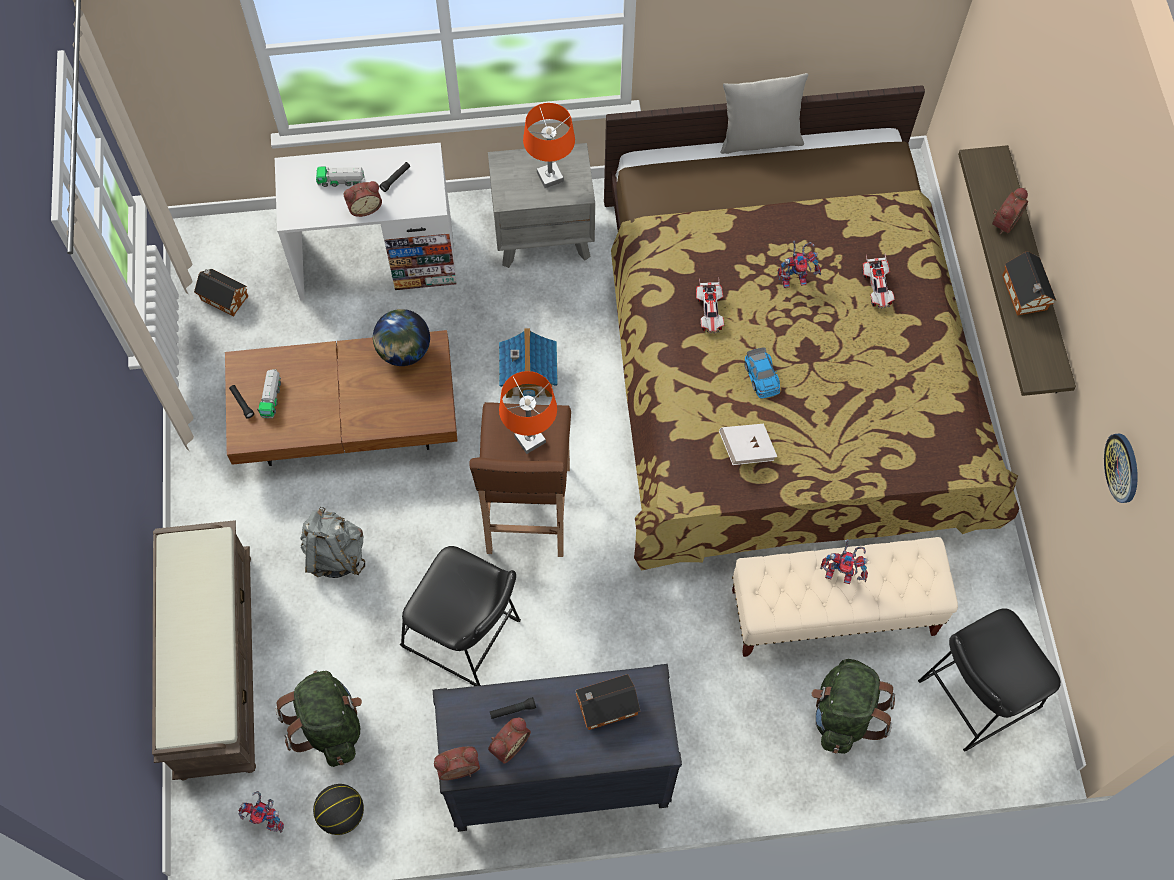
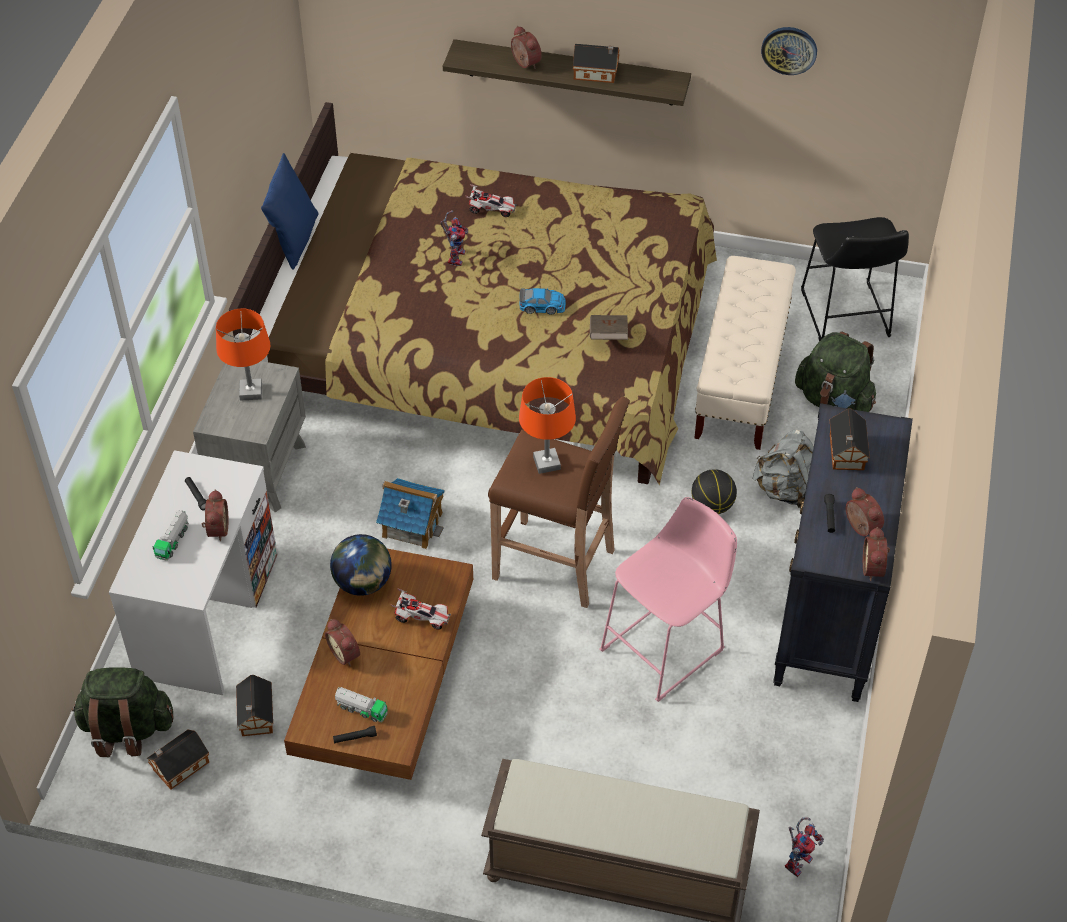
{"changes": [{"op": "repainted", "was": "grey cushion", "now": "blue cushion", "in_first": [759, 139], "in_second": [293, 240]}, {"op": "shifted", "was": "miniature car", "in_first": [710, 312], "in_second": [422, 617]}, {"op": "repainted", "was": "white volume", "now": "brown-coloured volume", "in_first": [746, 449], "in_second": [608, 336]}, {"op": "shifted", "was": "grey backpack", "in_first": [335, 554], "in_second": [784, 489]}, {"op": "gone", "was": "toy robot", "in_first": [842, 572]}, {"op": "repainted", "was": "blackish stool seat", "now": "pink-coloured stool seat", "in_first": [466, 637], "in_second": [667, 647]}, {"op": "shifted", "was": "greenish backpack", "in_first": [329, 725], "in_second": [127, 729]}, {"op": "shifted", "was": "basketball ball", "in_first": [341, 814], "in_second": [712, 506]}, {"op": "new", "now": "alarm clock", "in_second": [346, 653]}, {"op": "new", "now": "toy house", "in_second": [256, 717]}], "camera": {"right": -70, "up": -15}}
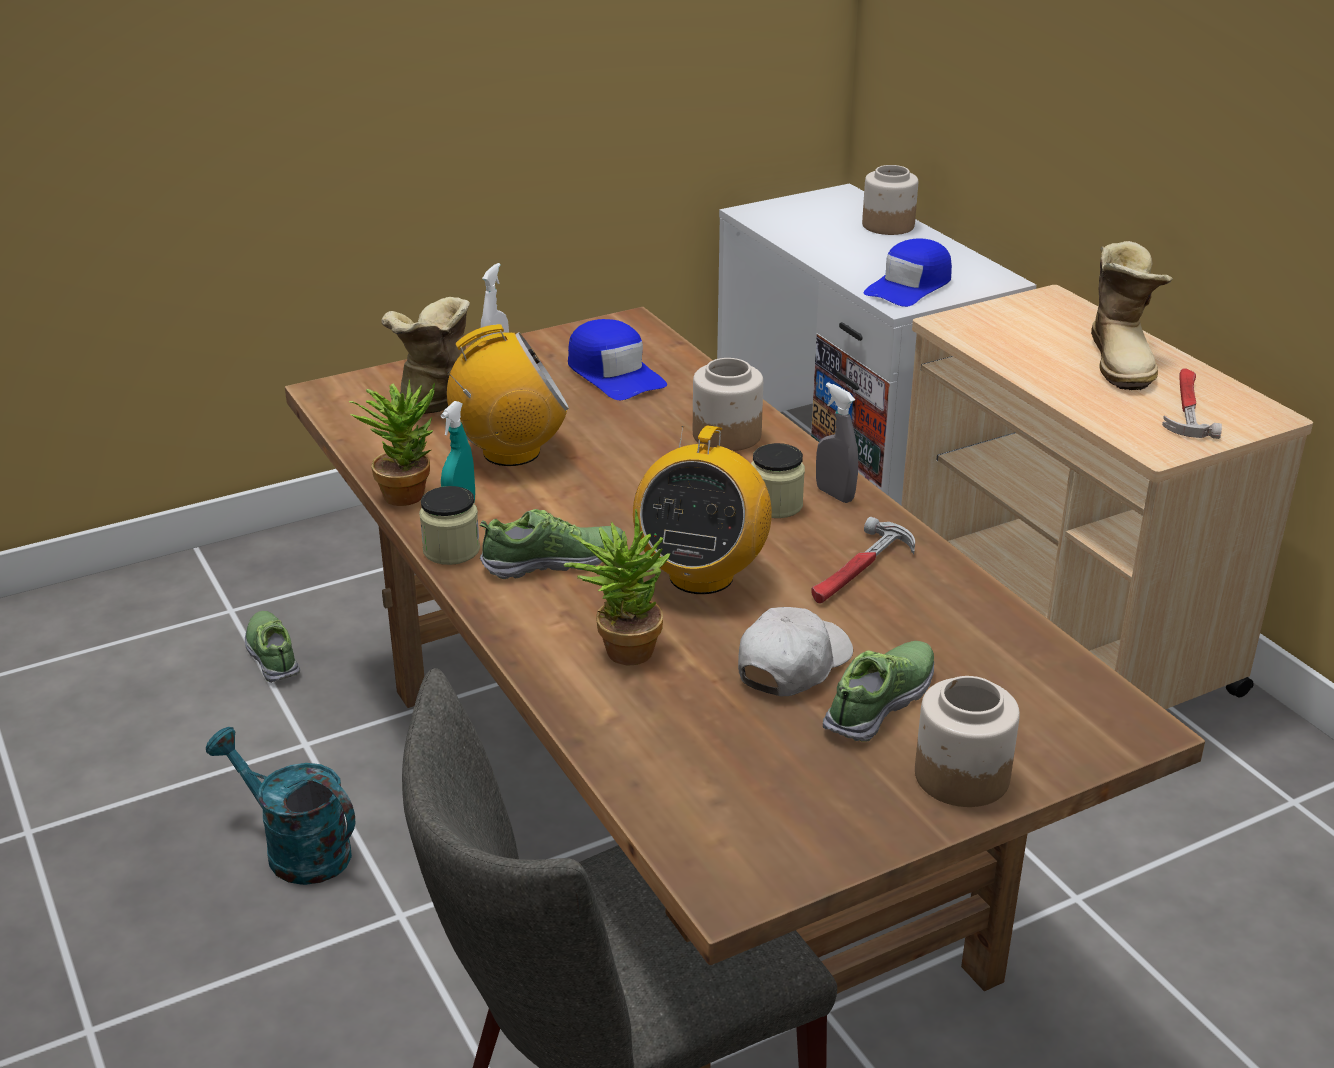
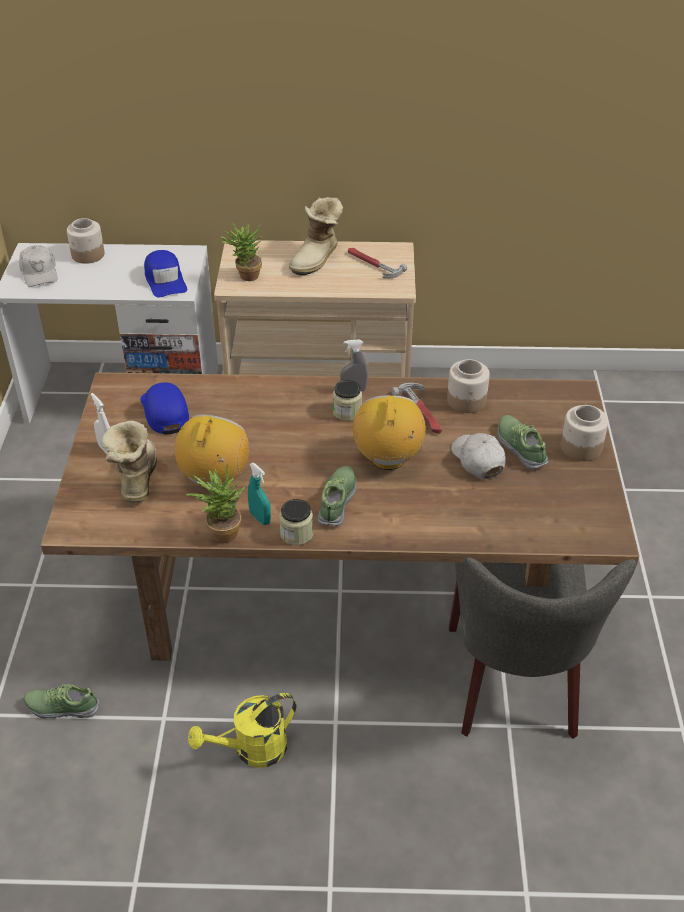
{"changes": [{"op": "rotated", "was": "boot", "in_first": [1123, 361], "in_second": [317, 259], "clockwise": 90}, {"op": "rotated", "was": "blue peaked cap", "in_first": [614, 373], "in_second": [165, 412], "clockwise": -105}, {"op": "shifted", "was": "preserve jar", "in_first": [726, 435], "in_second": [467, 401]}, {"op": "rotated", "was": "radio", "in_first": [701, 575], "in_second": [388, 459], "clockwise": -135}, {"op": "shifted", "was": "plant in a pot", "in_first": [621, 648], "in_second": [245, 277]}, {"op": "repainted", "was": "blue-green watering can", "now": "yellow watering can", "in_first": [296, 849], "in_second": [252, 751]}, {"op": "new", "now": "white peaked cap", "in_second": [39, 273]}], "camera": {"right": -60, "up": 10}}
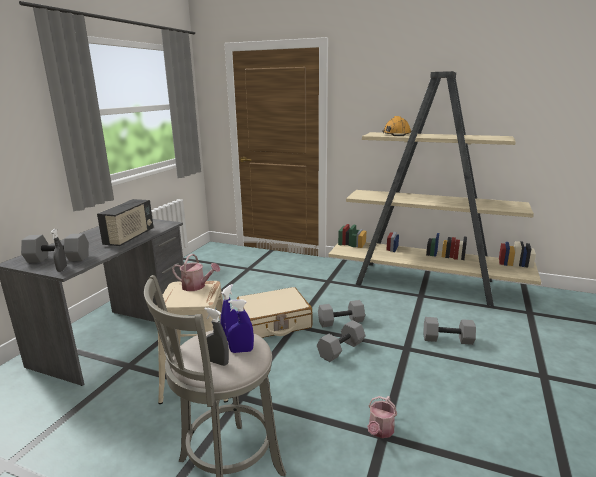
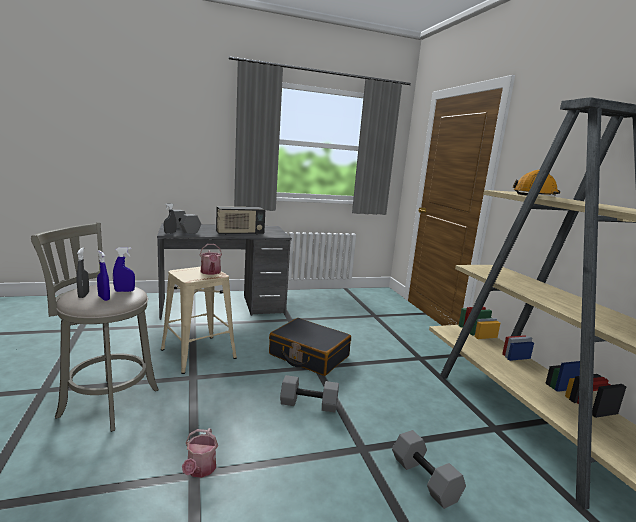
{"changes": [{"op": "repainted", "was": "beige-coloured piece of luggage", "now": "blackish piece of luggage", "in_first": [274, 322], "in_second": [308, 355]}, {"op": "gone", "was": "grey free weight", "in_first": [341, 321]}, {"op": "rotated", "was": "watering can", "in_first": [380, 431], "in_second": [200, 470], "clockwise": -75}], "camera": {"right": 50, "up": -5}}
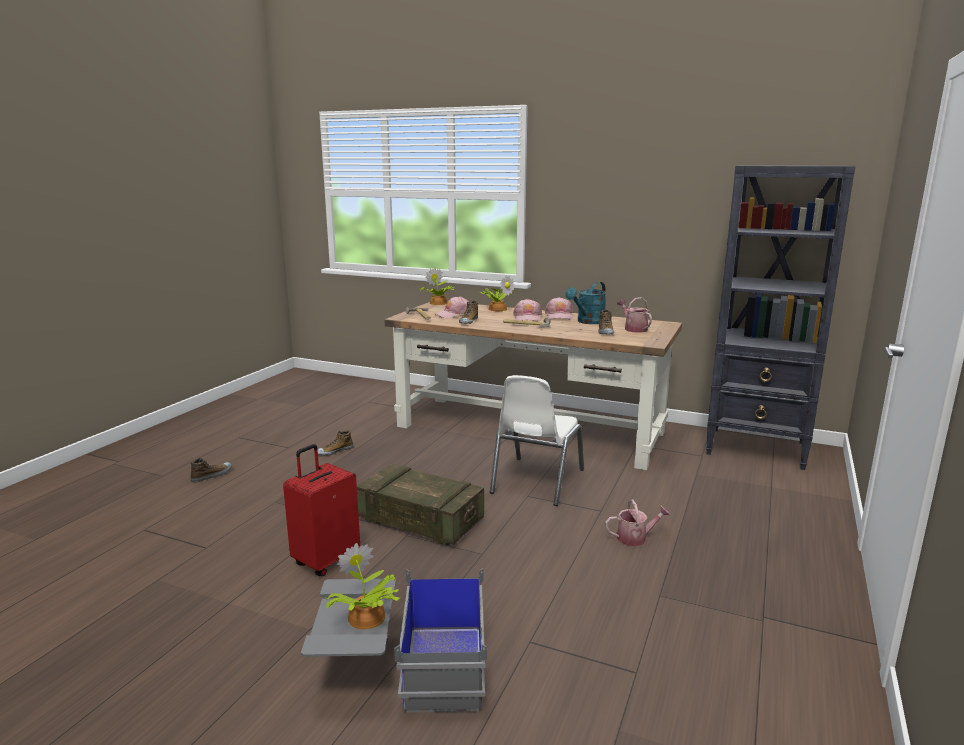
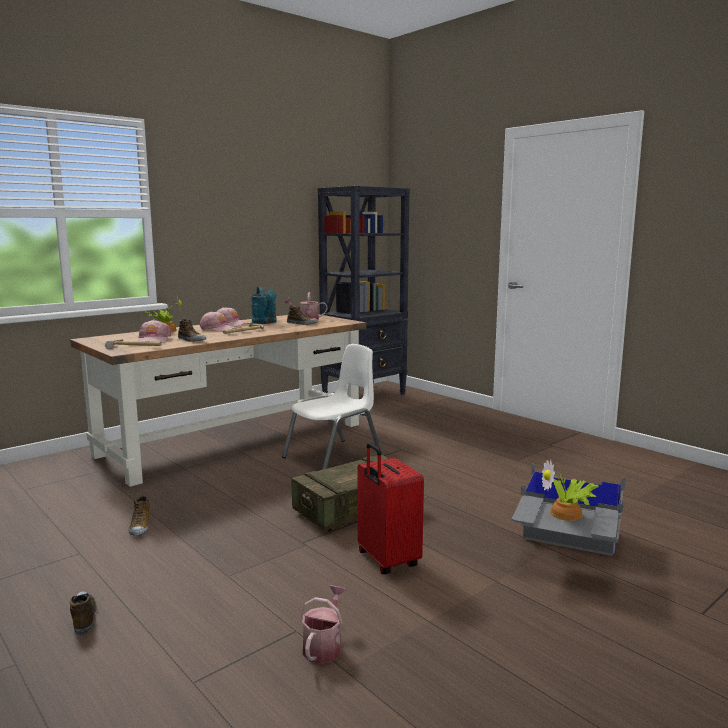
{"changes": [{"op": "gone", "was": "plant in a pot", "in_first": [438, 303]}, {"op": "rotated", "was": "white plain chair", "in_first": [536, 481], "in_second": [334, 457], "clockwise": -90}, {"op": "shifted", "was": "watering can", "in_first": [635, 538], "in_second": [324, 646]}], "camera": {"right": -65, "up": -5}}
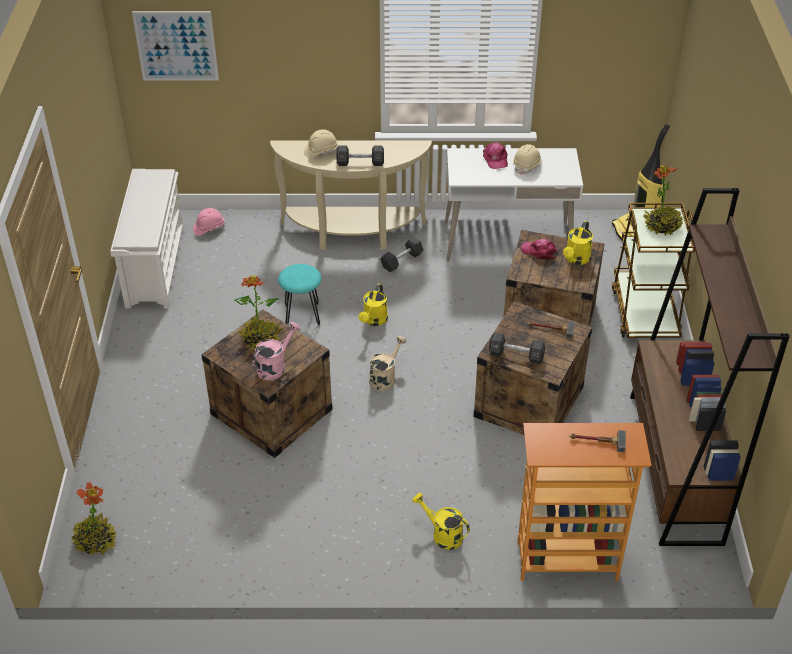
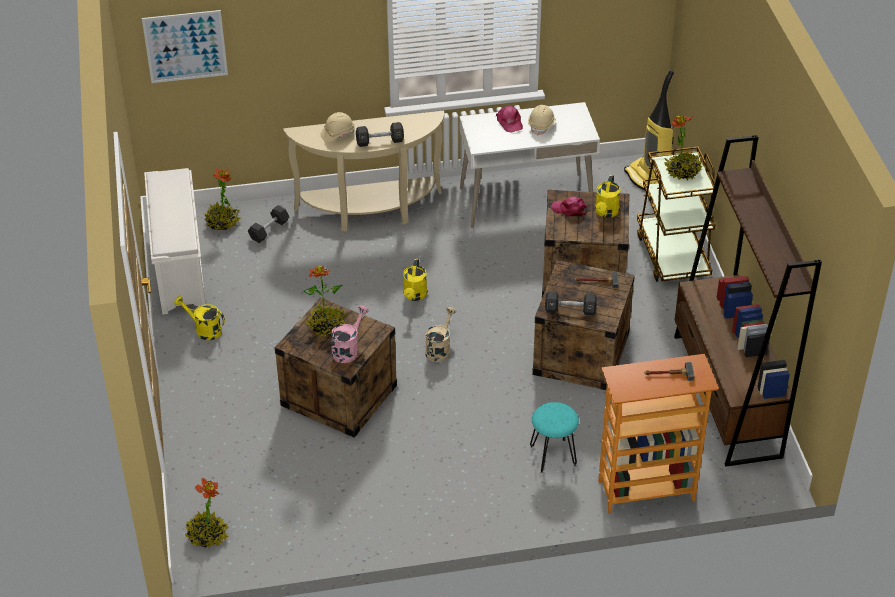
{"changes": [{"op": "swapped", "was": "pink-coloured hard hat", "now": "plant in a pot", "in_first": [209, 228], "in_second": [222, 223]}, {"op": "shifted", "was": "blackish free weight", "in_first": [402, 261], "in_second": [269, 230]}, {"op": "shifted", "was": "blue-green stool seat", "in_first": [302, 314], "in_second": [553, 455]}, {"op": "shifted", "was": "yellow watering can", "in_first": [442, 534], "in_second": [204, 330]}], "camera": {"right": -10, "up": 0}}
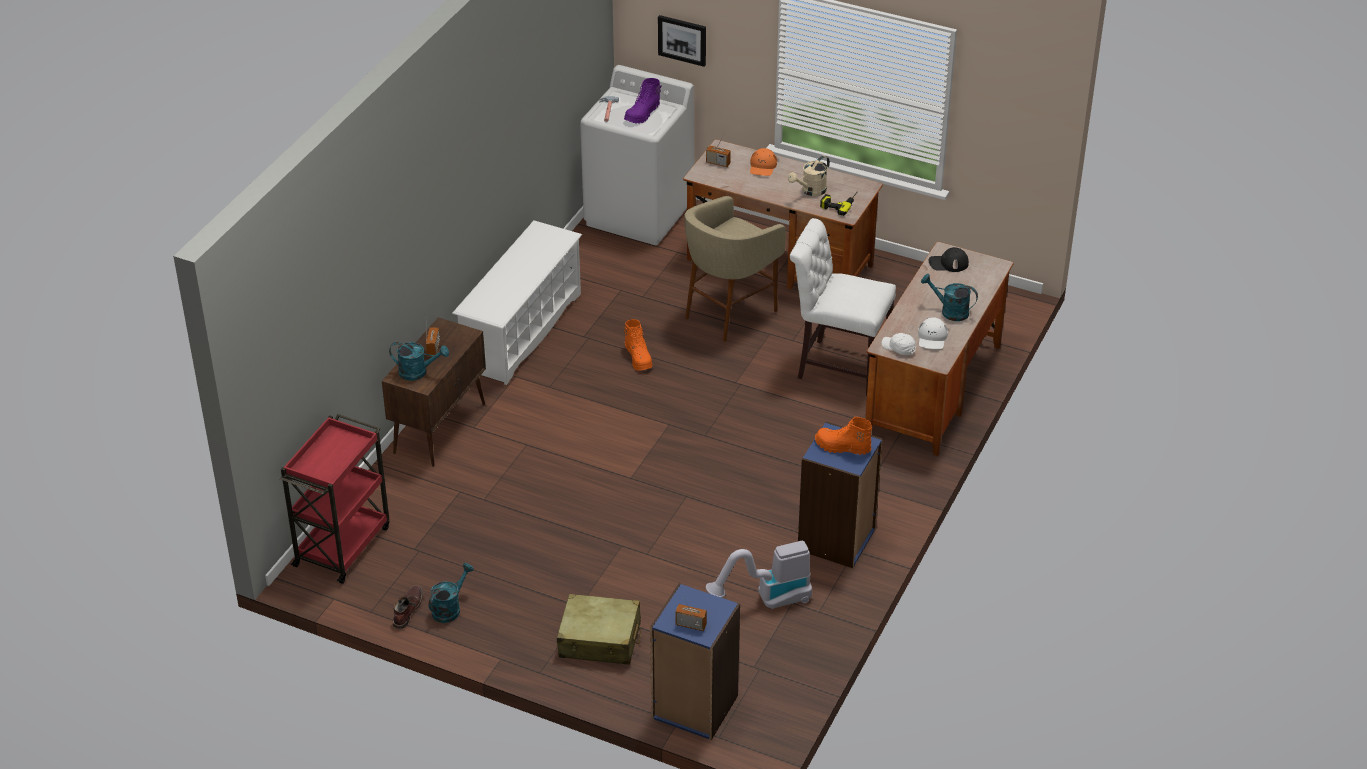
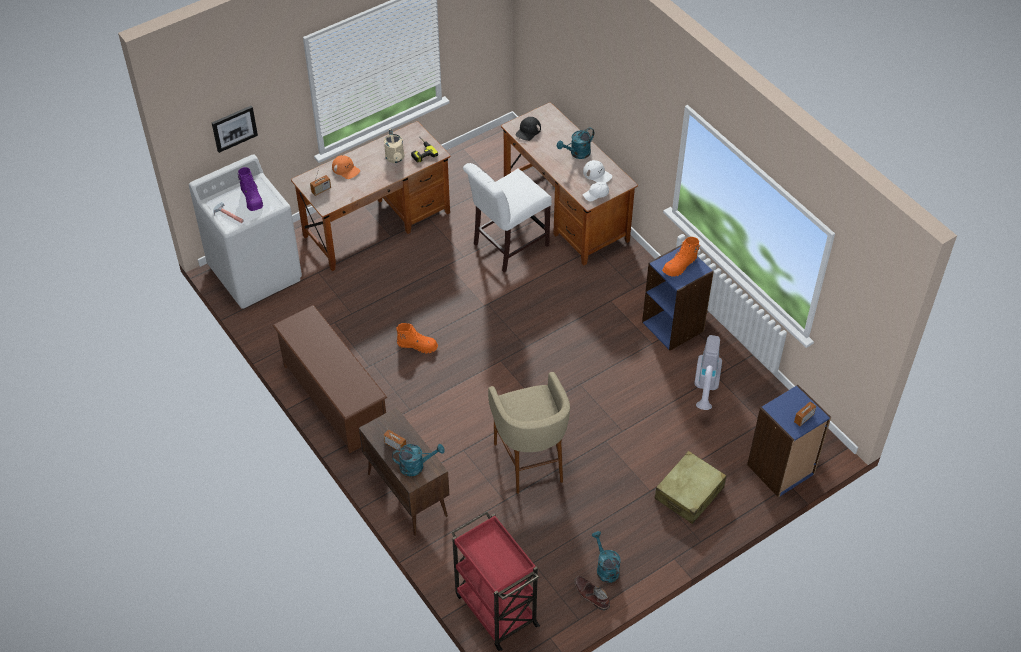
{"changes": [{"op": "shifted", "was": "beige-coloured stool seat", "in_first": [729, 313], "in_second": [530, 462]}, {"op": "repainted", "was": "white shoe shelf", "now": "brown-coloured shoe shelf", "in_first": [522, 331], "in_second": [334, 399]}, {"op": "rotated", "was": "blue-green watering can", "in_first": [418, 372], "in_second": [416, 466], "clockwise": 45}], "camera": {"right": -60, "up": 10}}
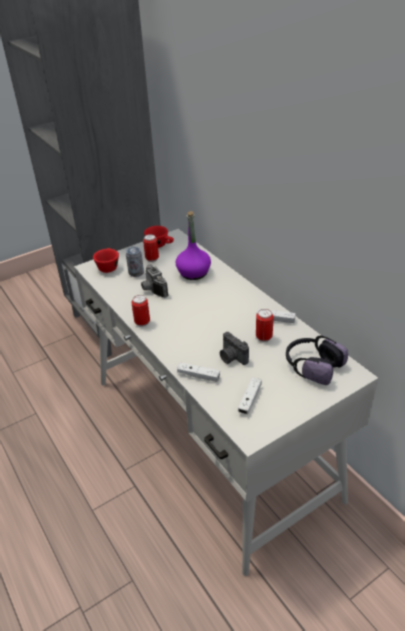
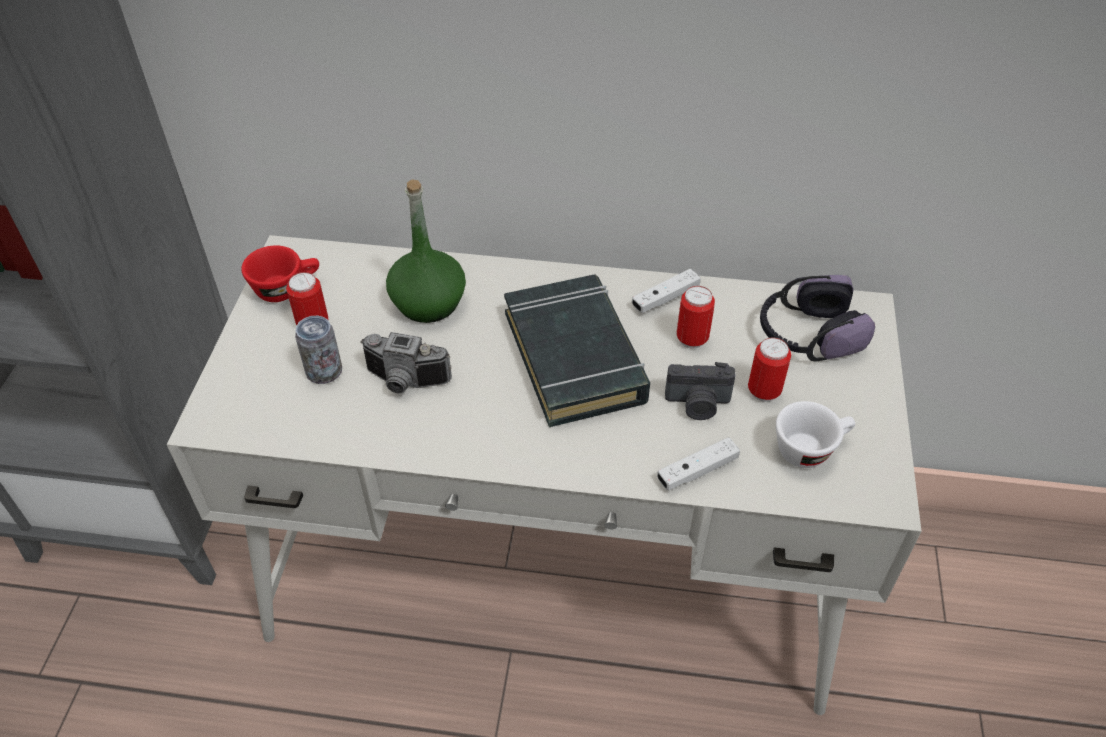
{"changes": [{"op": "repainted", "was": "purplish beverage bottle", "now": "greenish beverage bottle", "in_first": [194, 273], "in_second": [429, 303]}, {"op": "gone", "was": "red-coloured small cup", "in_first": [108, 266]}, {"op": "shifted", "was": "can", "in_first": [142, 322], "in_second": [764, 391]}, {"op": "swapped", "was": "white joypad", "now": "white small cup", "in_first": [250, 399], "in_second": [810, 448]}, {"op": "new", "now": "blackish volume", "in_second": [575, 357]}], "camera": {"right": -50, "up": 10}}
